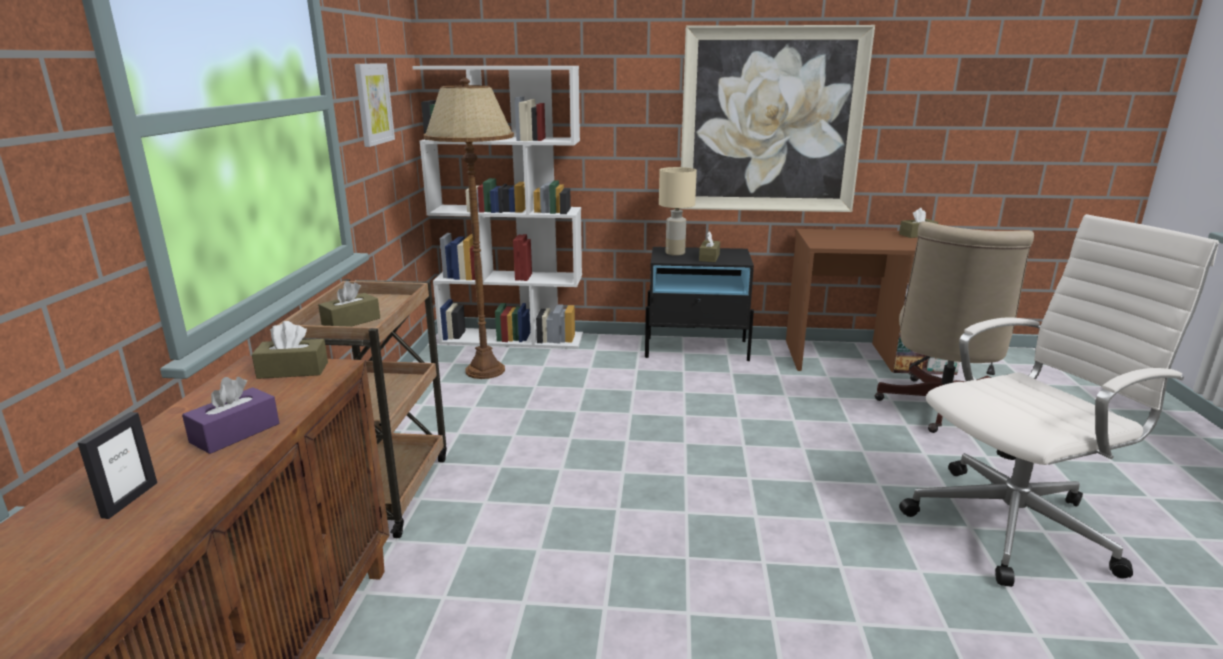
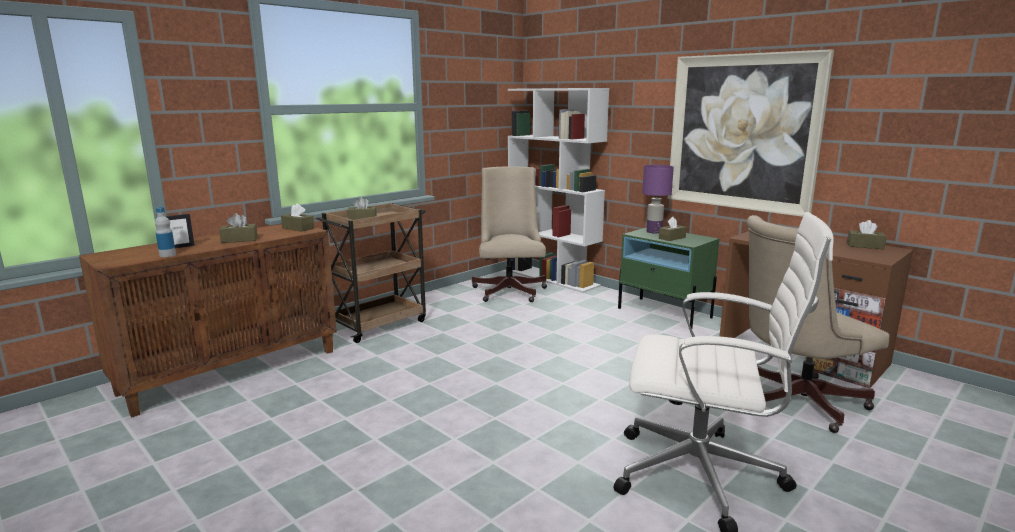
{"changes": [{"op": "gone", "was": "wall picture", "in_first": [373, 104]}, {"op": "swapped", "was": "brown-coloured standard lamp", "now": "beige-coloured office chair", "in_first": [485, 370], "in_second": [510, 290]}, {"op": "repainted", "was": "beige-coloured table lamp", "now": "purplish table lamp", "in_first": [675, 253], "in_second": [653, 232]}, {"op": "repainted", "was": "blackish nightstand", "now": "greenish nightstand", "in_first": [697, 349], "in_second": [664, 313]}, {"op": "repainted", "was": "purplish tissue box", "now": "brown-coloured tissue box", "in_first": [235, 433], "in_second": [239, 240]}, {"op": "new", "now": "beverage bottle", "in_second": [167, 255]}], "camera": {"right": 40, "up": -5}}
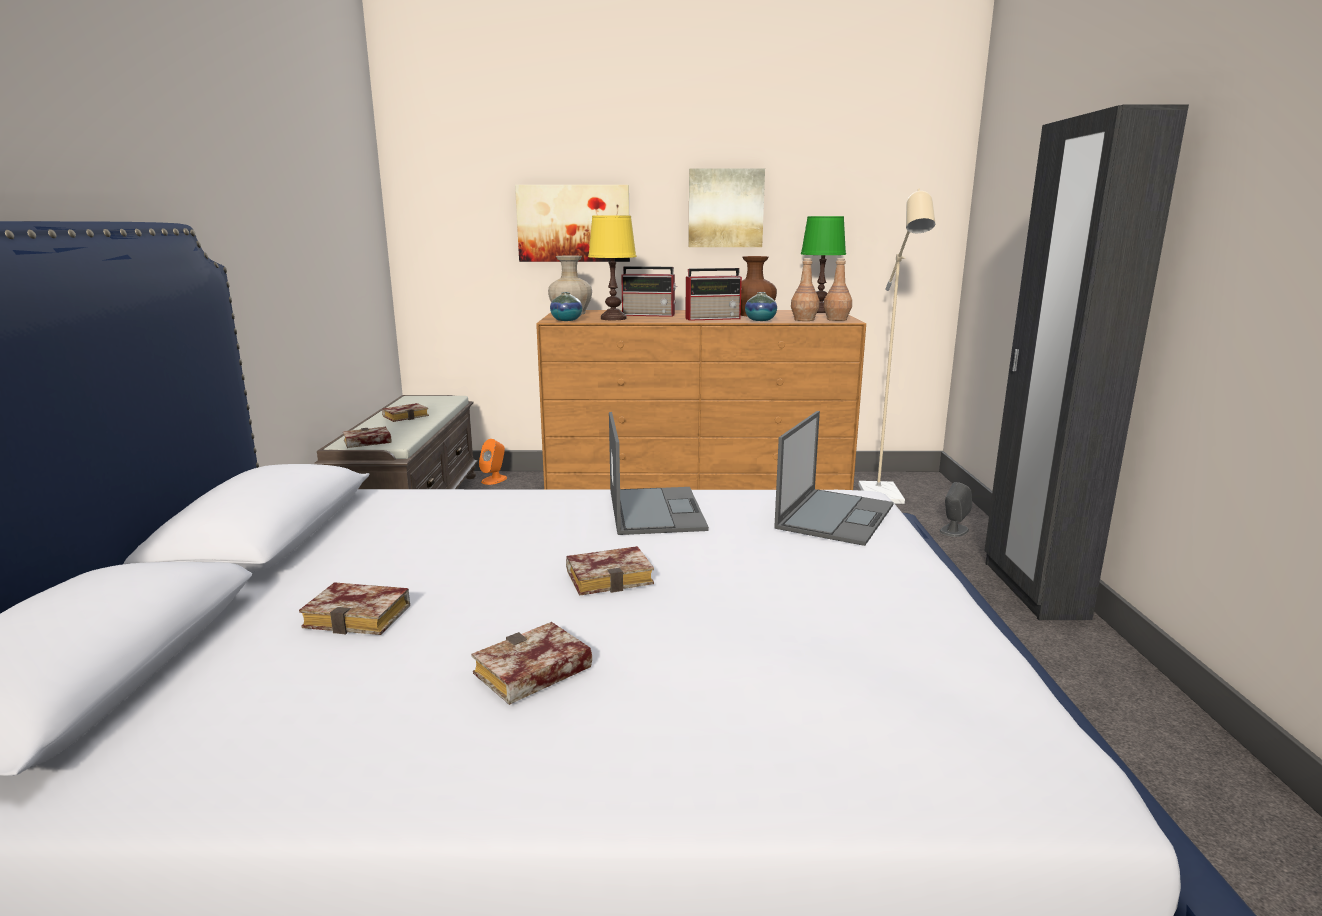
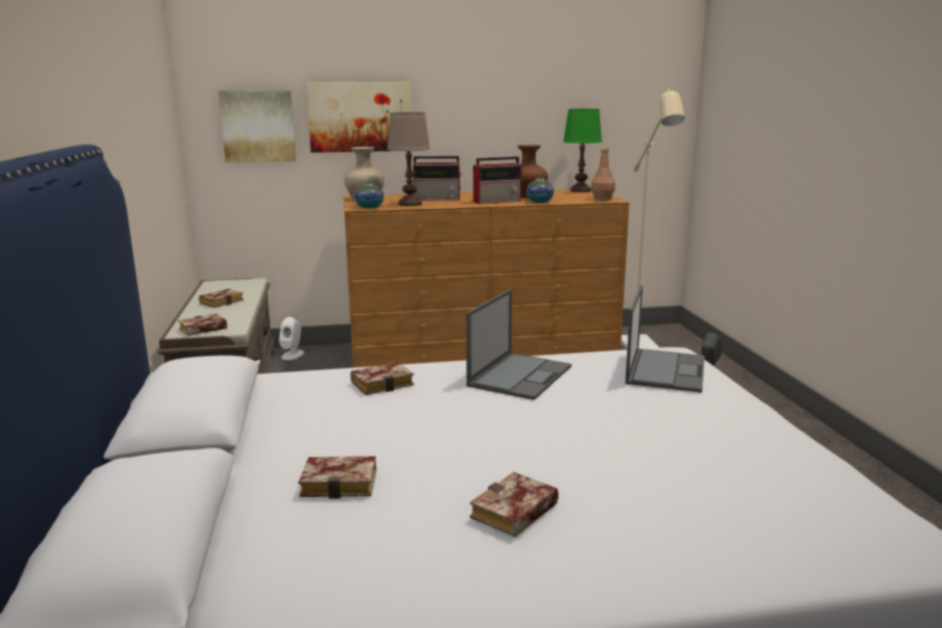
{"changes": [{"op": "gone", "was": "blackish wardrobe", "in_first": [1032, 589]}, {"op": "shifted", "was": "wall picture", "in_first": [725, 208], "in_second": [258, 126]}, {"op": "repainted", "was": "yellow table lamp", "now": "brown-coloured table lamp", "in_first": [613, 318], "in_second": [409, 204]}, {"op": "gone", "was": "brown-coloured beverage bottle", "in_first": [804, 320]}, {"op": "rotated", "was": "laptop", "in_first": [655, 510], "in_second": [520, 375], "clockwise": 45}, {"op": "repainted", "was": "orangey loudspeaker", "now": "white loudspeaker", "in_first": [494, 480], "in_second": [293, 355]}, {"op": "shifted", "was": "volume", "in_first": [612, 577], "in_second": [384, 383]}], "camera": {"right": -10, "up": 0}}
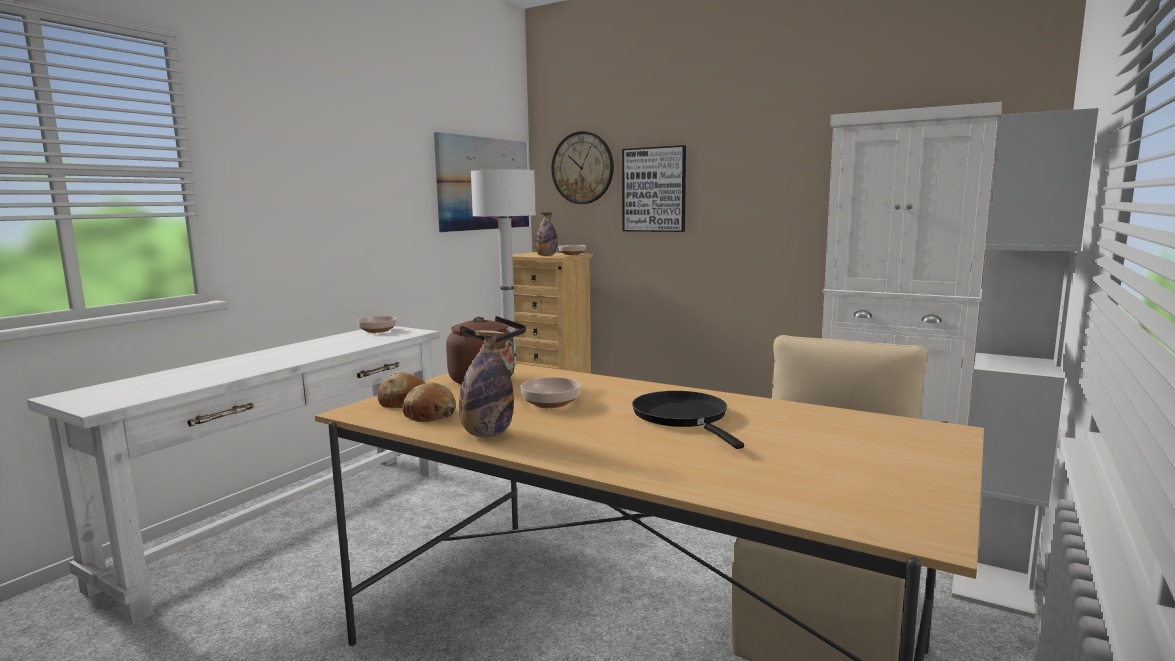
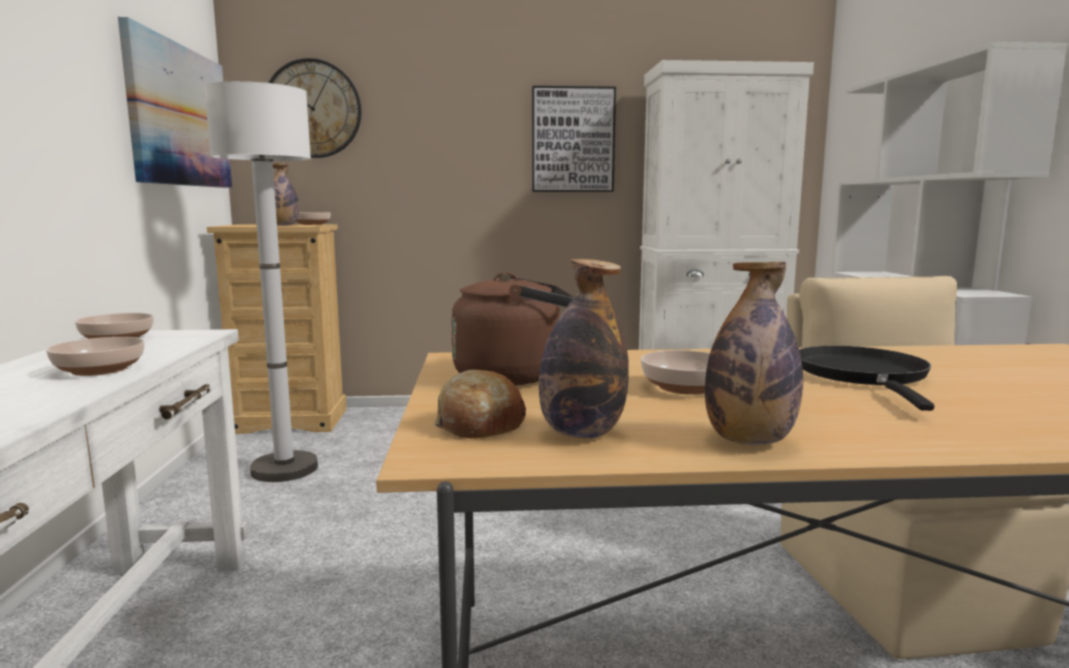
{"changes": [{"op": "shifted", "was": "wall picture", "in_first": [654, 189], "in_second": [573, 140]}, {"op": "swapped", "was": "bread", "now": "beverage bottle", "in_first": [430, 414], "in_second": [581, 433]}, {"op": "rotated", "was": "blackish skillet", "in_first": [683, 417], "in_second": [863, 376], "clockwise": 60}, {"op": "new", "now": "bowl", "in_second": [99, 370]}], "camera": {"right": -35, "up": 0}}
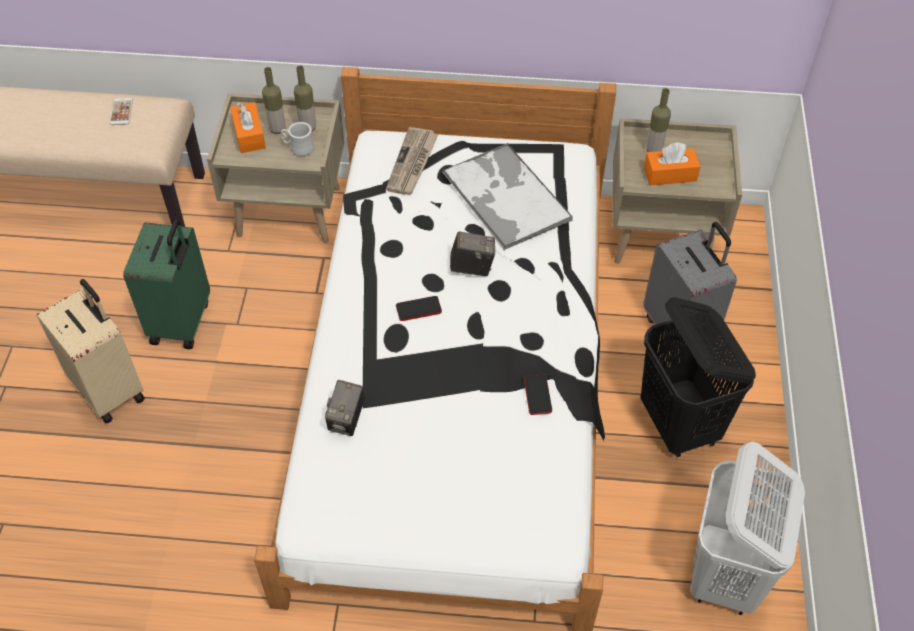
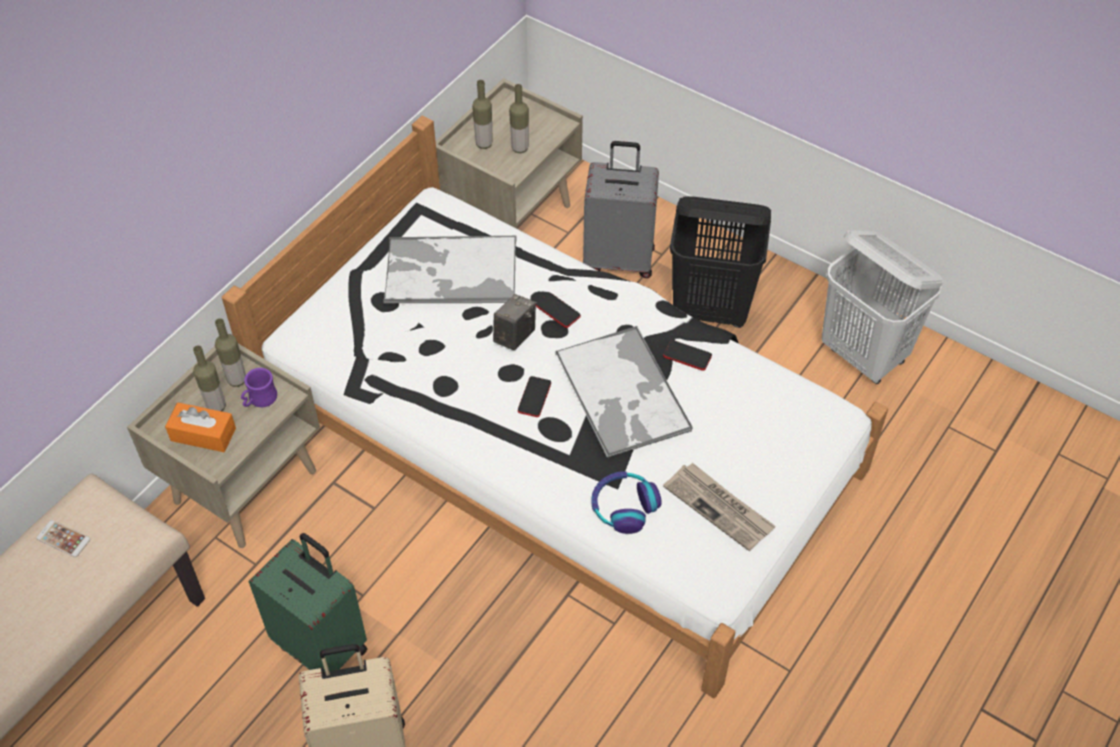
{"changes": [{"op": "repainted", "was": "white coffee mug", "now": "purplish coffee mug", "in_first": [298, 148], "in_second": [259, 400]}, {"op": "shifted", "was": "daily paper", "in_first": [412, 163], "in_second": [719, 508]}, {"op": "swapped", "was": "orangey tissue box", "now": "beverage bottle", "in_first": [670, 174], "in_second": [520, 148]}, {"op": "swapped", "was": "still camera", "now": "headphones", "in_first": [347, 420], "in_second": [624, 506]}, {"op": "new", "now": "phone", "in_second": [557, 311]}, {"op": "new", "now": "serving tray", "in_second": [623, 393]}], "camera": {"right": -60, "up": 0}}
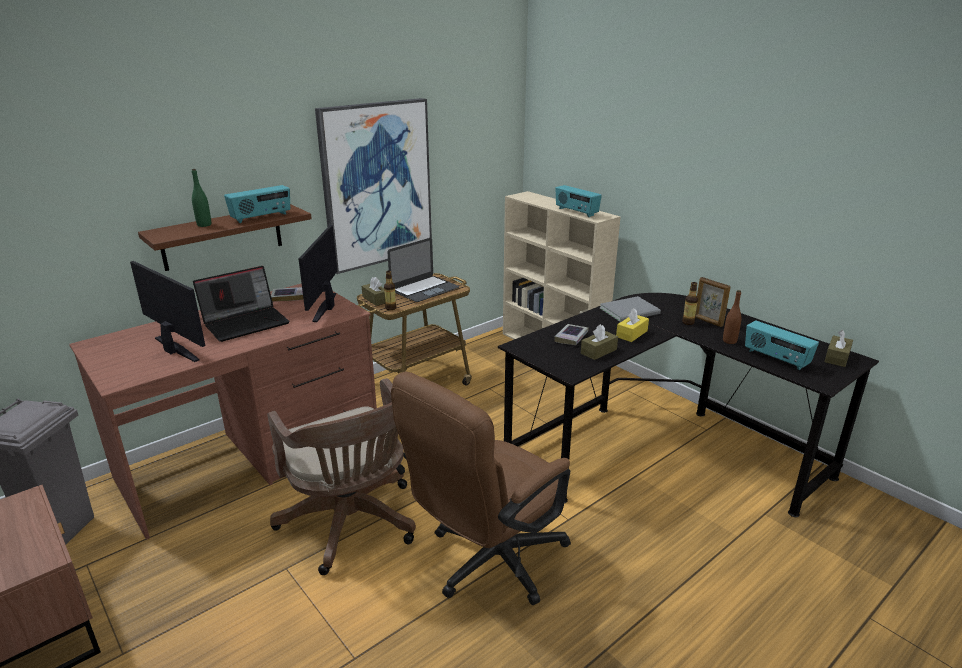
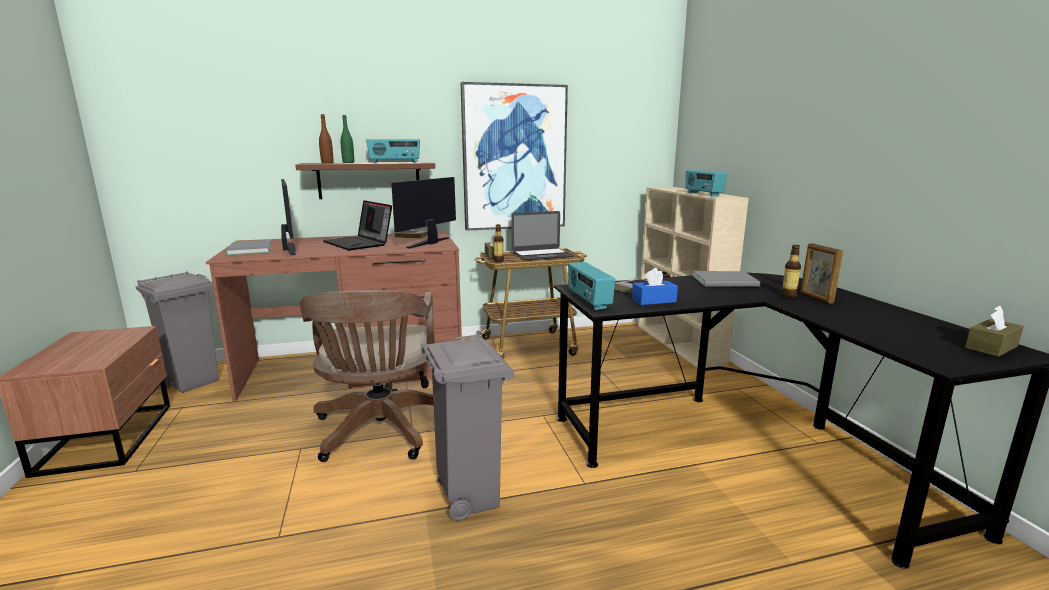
{"changes": [{"op": "rotated", "was": "laptop", "in_first": [246, 322], "in_second": [359, 243], "clockwise": 60}, {"op": "shifted", "was": "brown-coloured beverage bottle", "in_first": [729, 341], "in_second": [327, 163]}, {"op": "gone", "was": "yellow tissue box", "in_first": [631, 334]}, {"op": "shifted", "was": "radio", "in_first": [775, 359], "in_second": [588, 300]}, {"op": "repainted", "was": "brown-coloured tissue box", "now": "blue tissue box", "in_first": [598, 351], "in_second": [653, 300]}, {"op": "swapped", "was": "brown-coloured office chair", "now": "grey rubbish bin", "in_first": [487, 563], "in_second": [469, 497]}, {"op": "new", "now": "grey volume", "in_second": [248, 249]}], "camera": {"right": 25, "up": -10}}
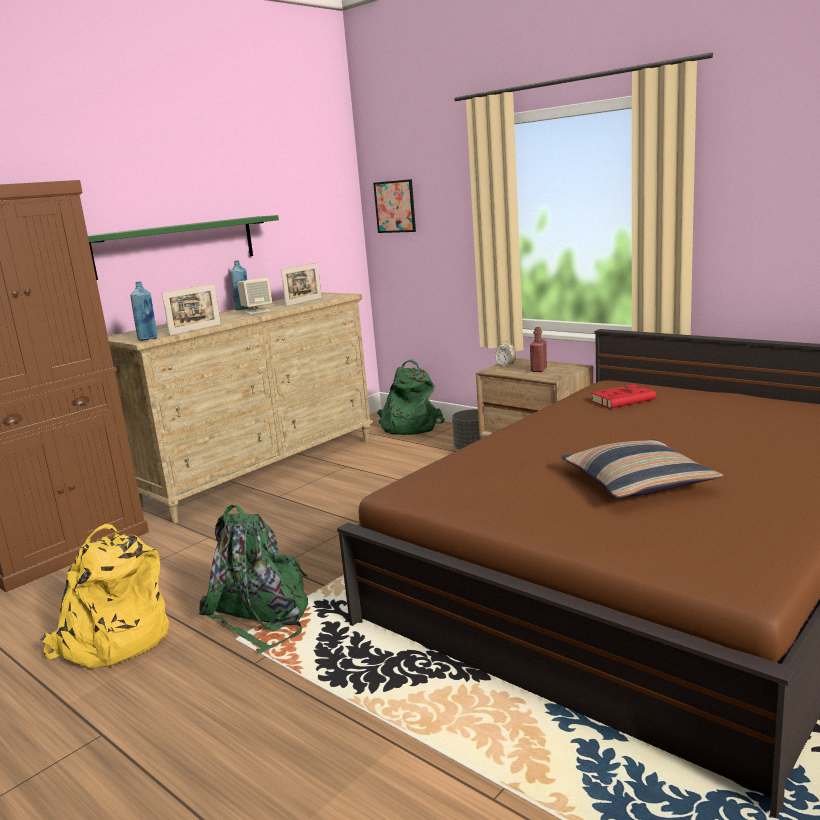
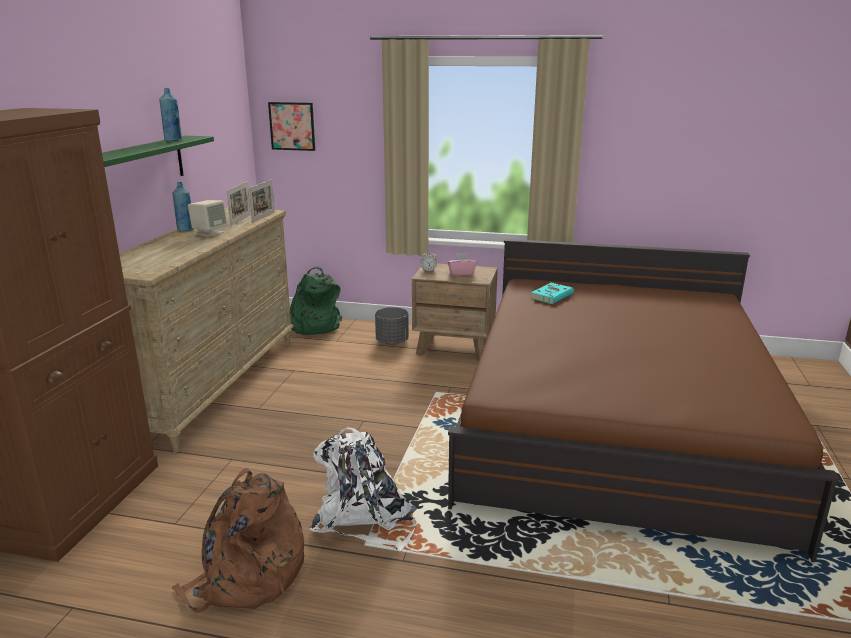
{"changes": [{"op": "shifted", "was": "blue beverage bottle", "in_first": [148, 339], "in_second": [173, 140]}, {"op": "shifted", "was": "standing frame", "in_first": [195, 329], "in_second": [263, 217]}, {"op": "swapped", "was": "red-coloured beverage bottle", "now": "pink-coloured tissue box", "in_first": [539, 369], "in_second": [461, 273]}, {"op": "repainted", "was": "red-coloured volume", "now": "blue-green volume", "in_first": [624, 400], "in_second": [552, 296]}, {"op": "gone", "was": "cushion", "in_first": [637, 483]}, {"op": "repainted", "was": "greenish backpack", "now": "white backpack", "in_first": [261, 615], "in_second": [364, 519]}, {"op": "repainted", "was": "yellow backpack", "now": "brown-coloured backpack", "in_first": [113, 641], "in_second": [247, 577]}], "camera": {"right": -30, "up": 5}}
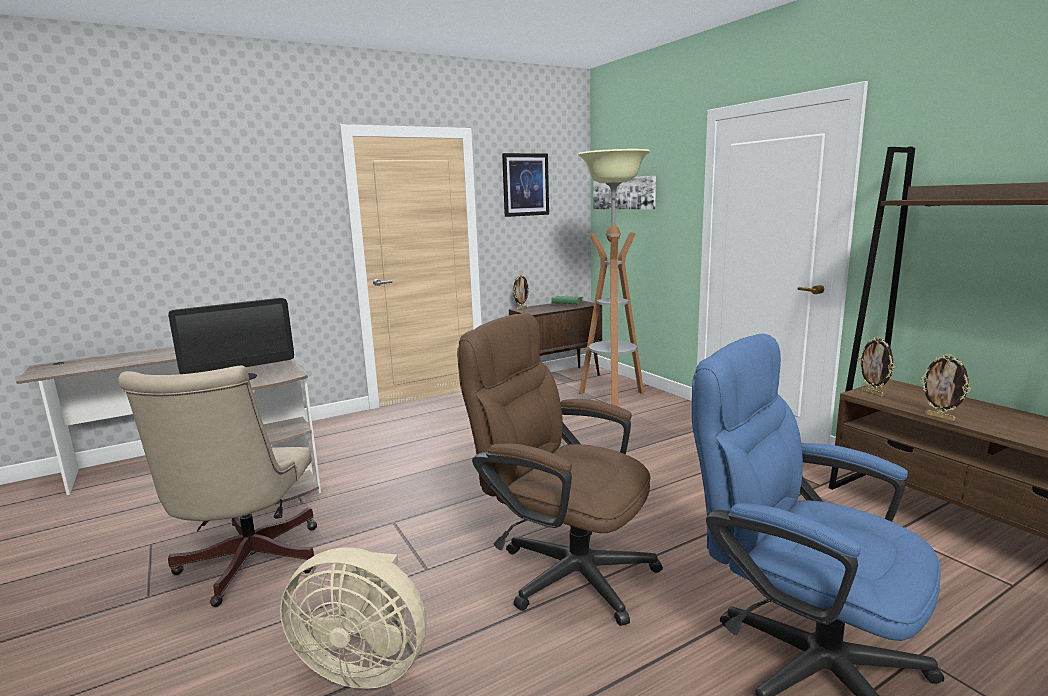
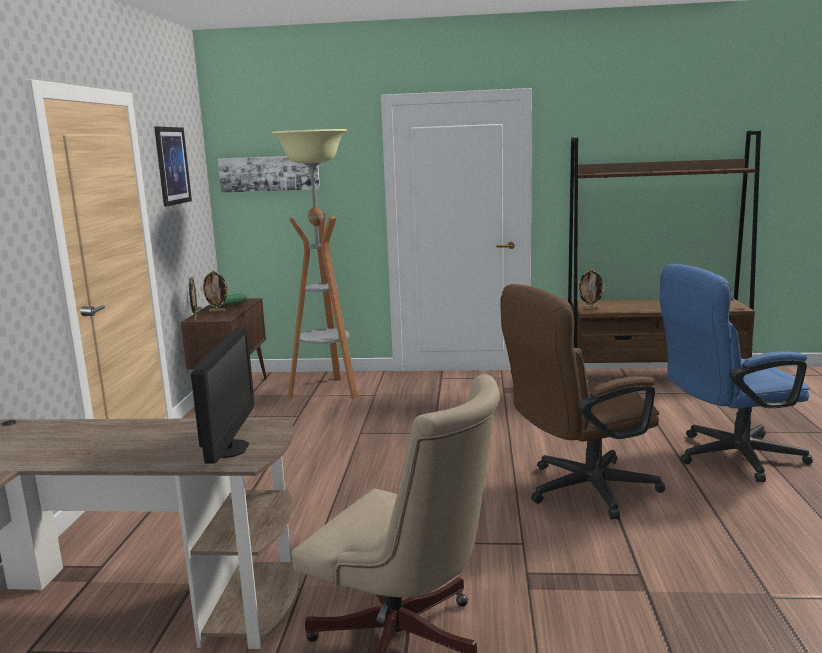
{"changes": [{"op": "shifted", "was": "standing frame", "in_first": [940, 417], "in_second": [217, 311]}, {"op": "gone", "was": "beige-coloured electric fan", "in_first": [364, 665]}], "camera": {"right": -55, "up": 0}}
